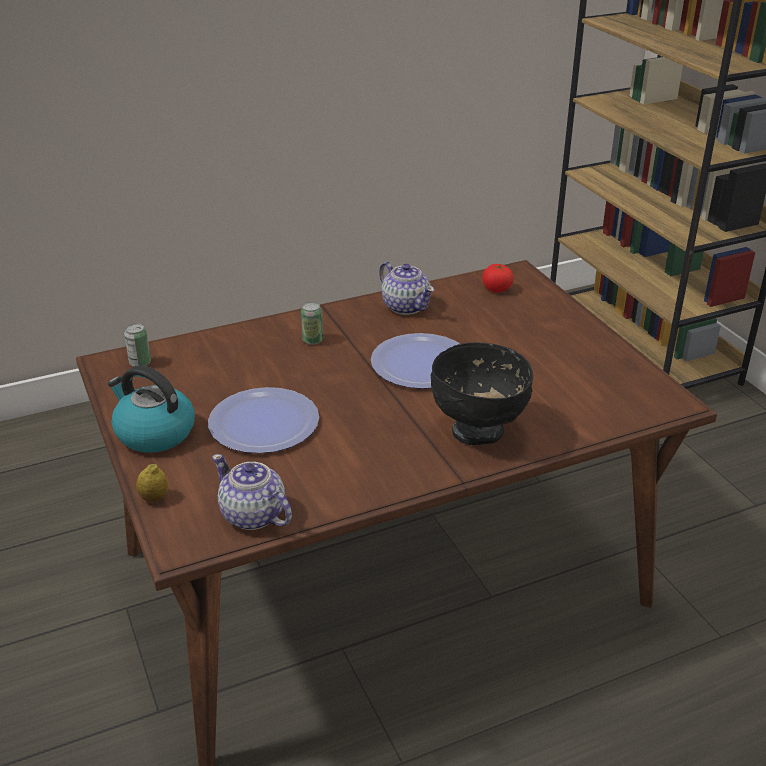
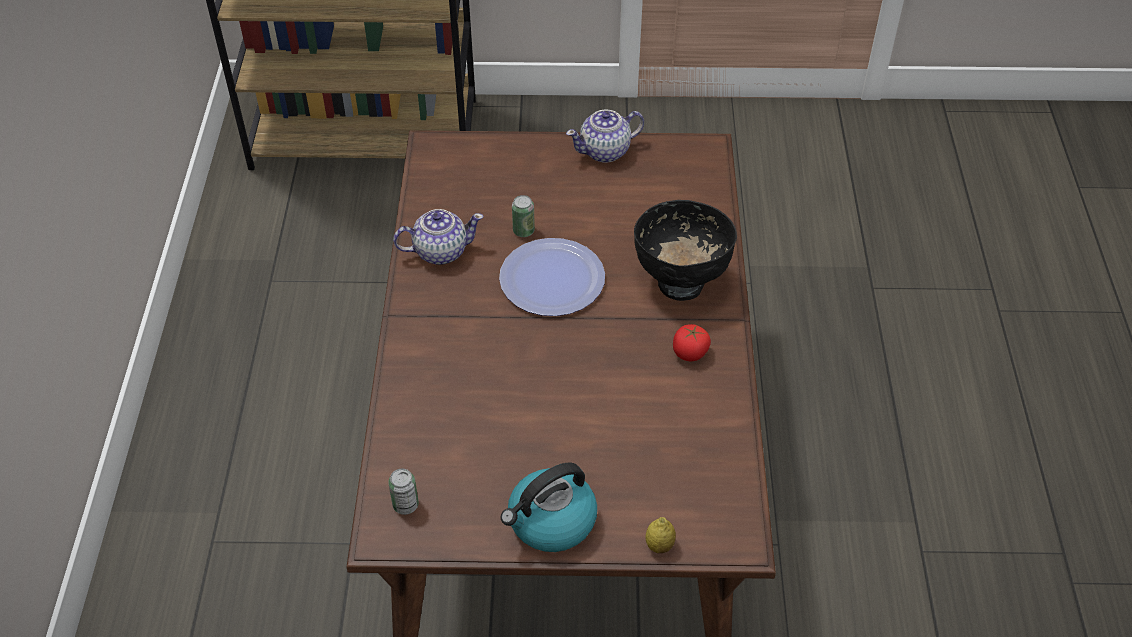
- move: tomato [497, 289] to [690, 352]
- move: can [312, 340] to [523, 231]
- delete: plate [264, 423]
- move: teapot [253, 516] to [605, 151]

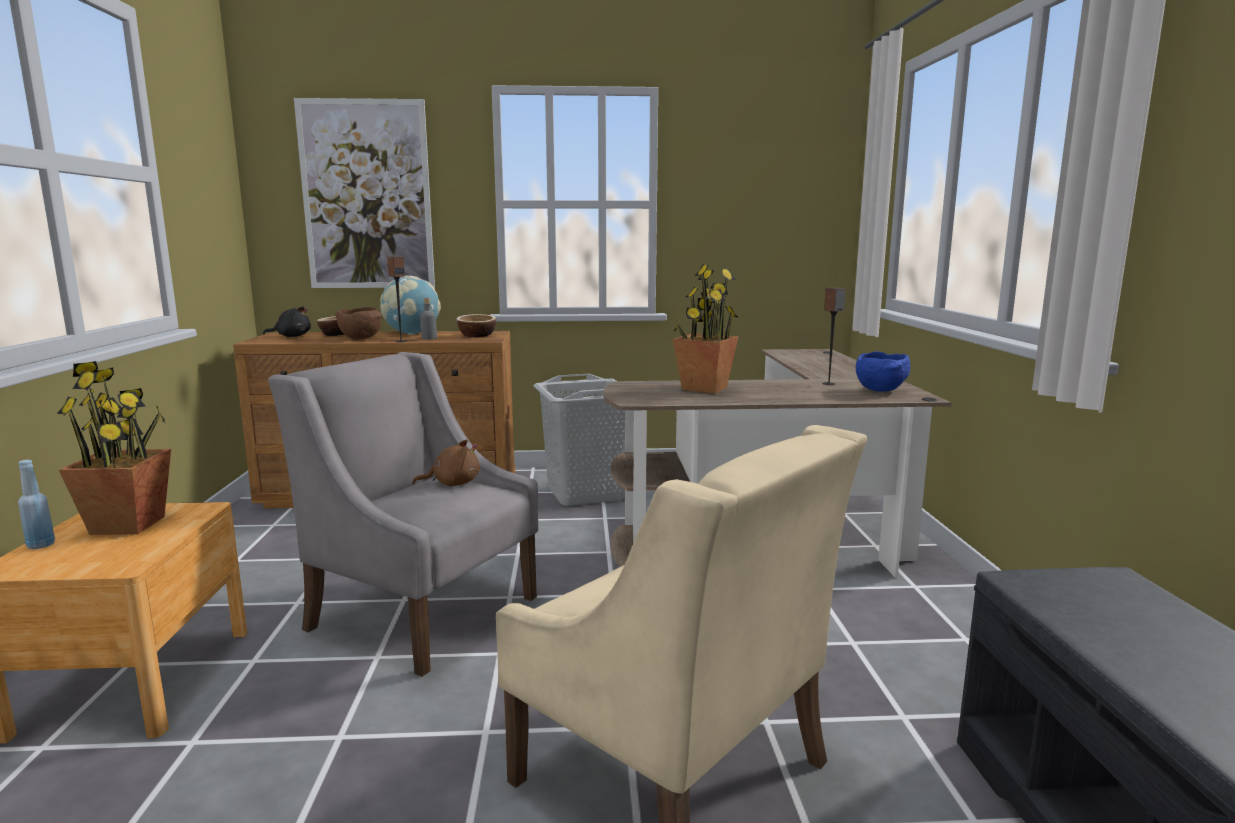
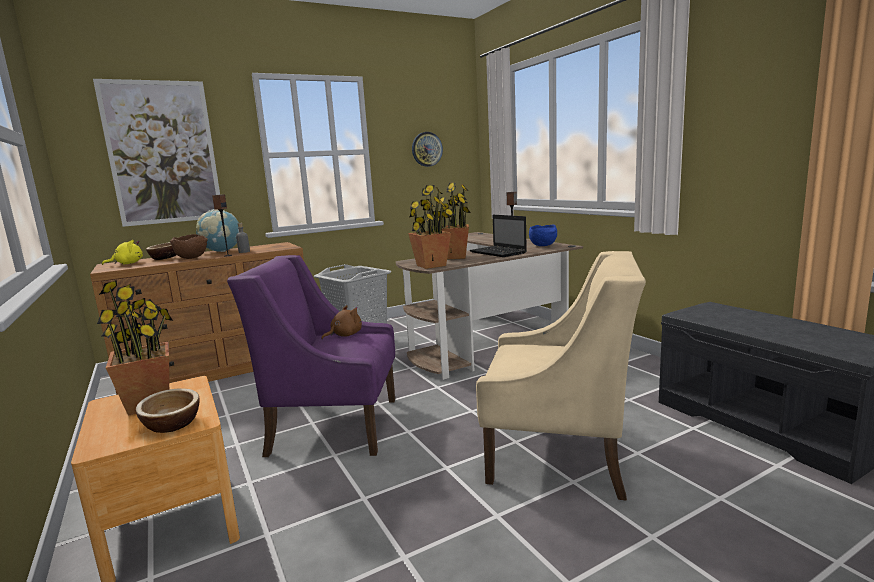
- recolor: black plush toy [291, 336] to yellow plush toy [127, 264]
- move: bowl [477, 335] to [172, 424]
- recolor: grey armchair [422, 611] to purple armchair [333, 425]
- delete: blue bottle [40, 545]
- insert: wall clock [426, 149]
- insert: potted plant [430, 265]
- insert: laptop [499, 252]

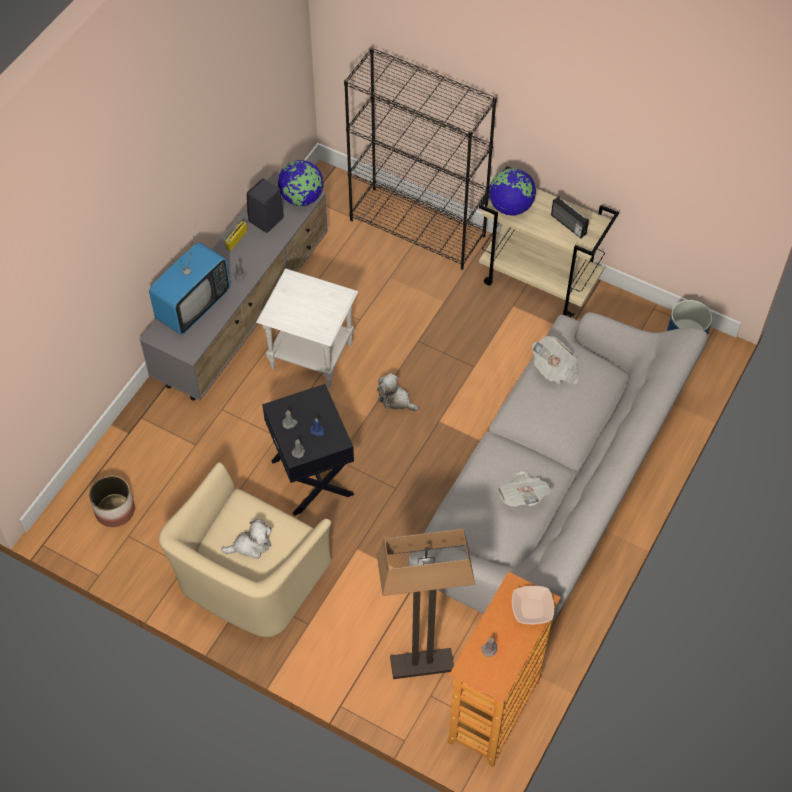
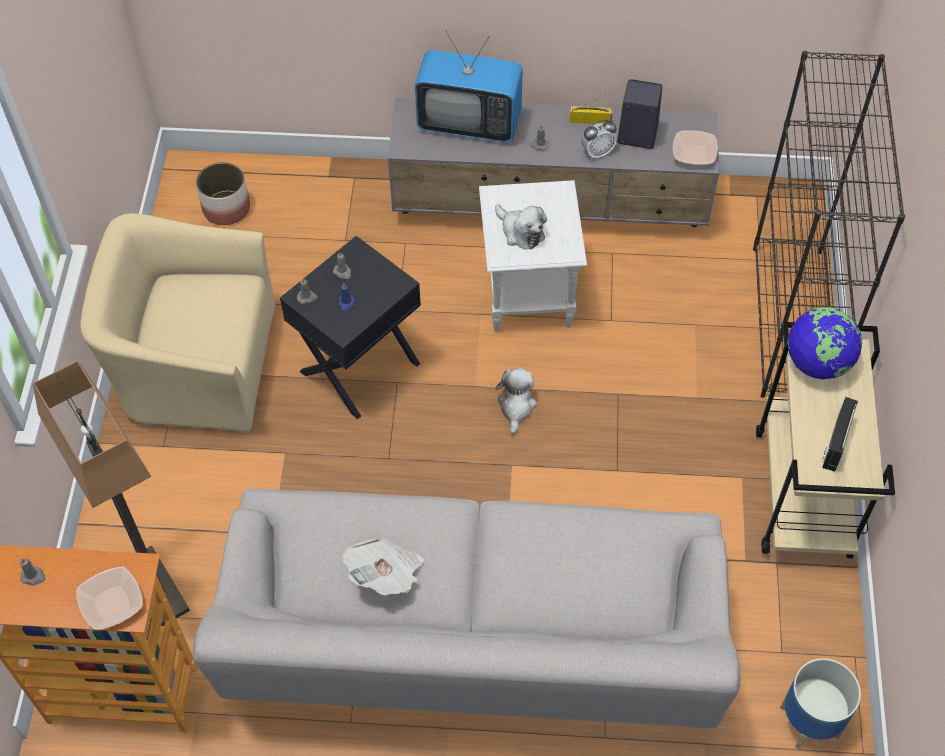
- replace: globe [302, 198] to bowl [694, 154]
- delete: newspaper [555, 369]
- move: plush toy [251, 545] to [520, 232]
- insert: alarm clock [597, 152]

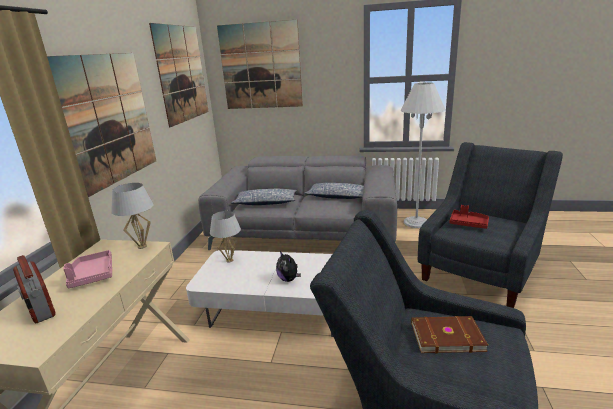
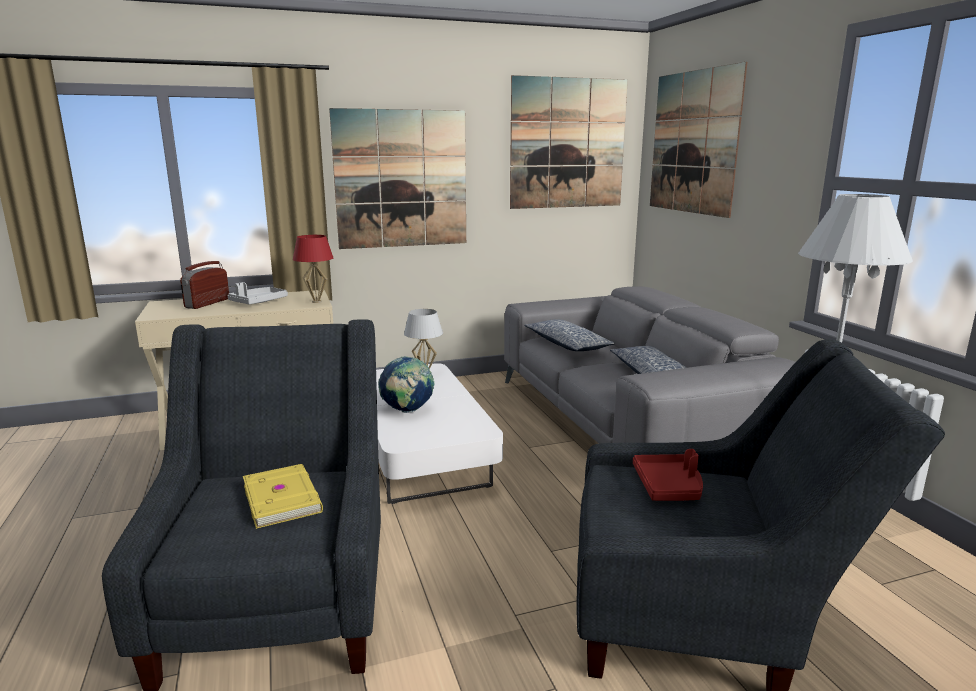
- recolor: white table lamp [142, 246] to red table lamp [316, 301]
- recolor: pink tray [92, 275] to grey tray [258, 302]
- replace: plush toy [289, 279] to globe [407, 411]
- recolor: brown book [446, 335] to yellow book [283, 498]

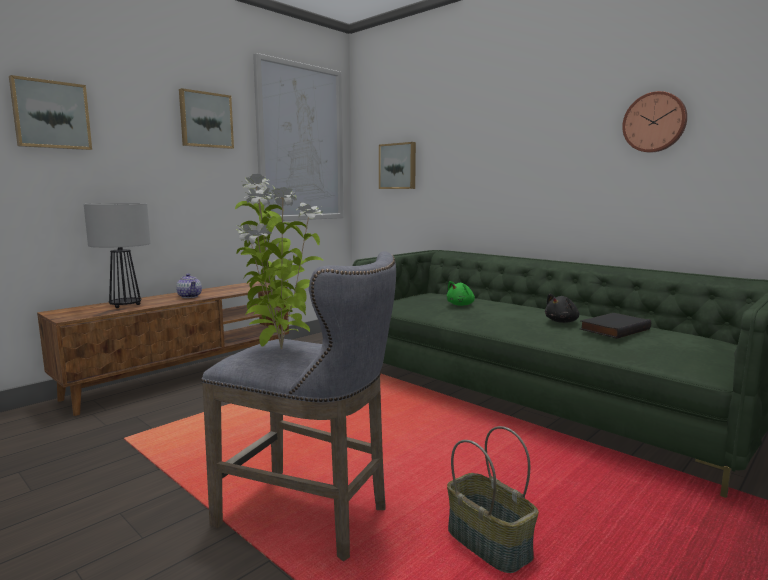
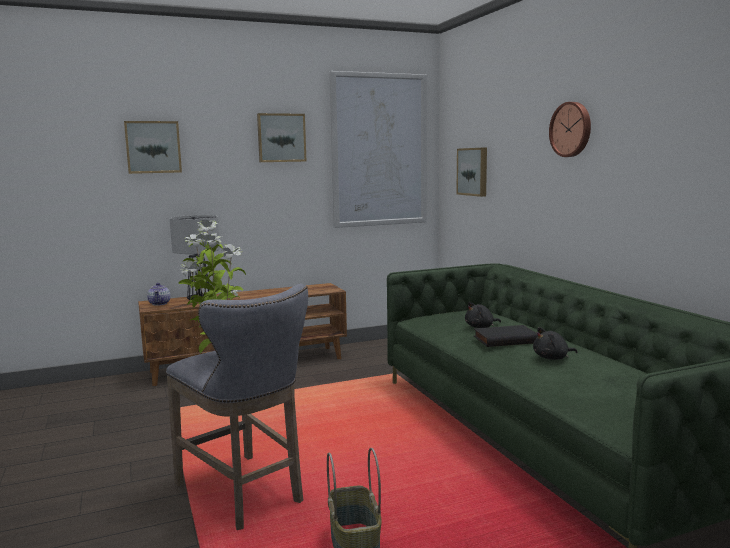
- move: wall clock [654, 122] to [571, 129]
- move: teapot [189, 296] to [160, 303]
- recolor: green plush toy [461, 305] to black plush toy [481, 327]
- move: black book [613, 329] to [505, 339]

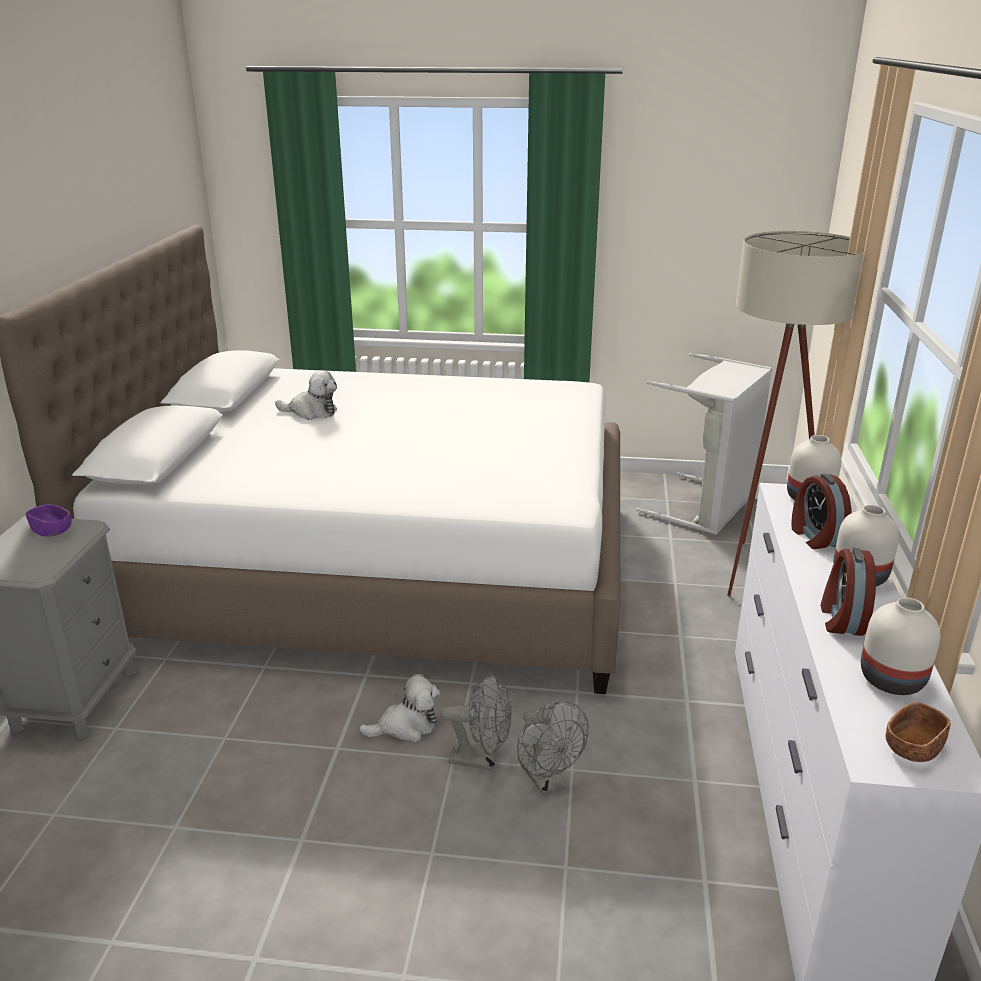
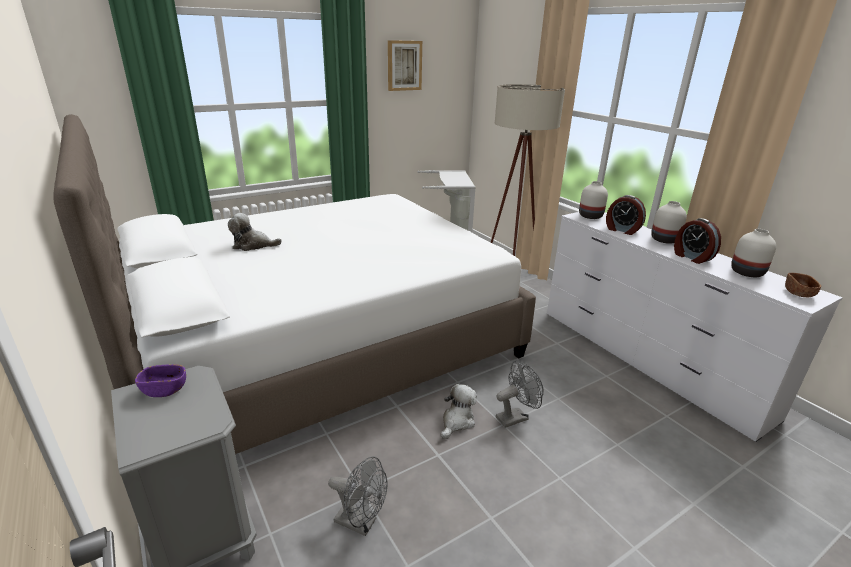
- rotate: plush toy [311, 412] = [253, 245] 150 degrees counterclockwise
- move: grey fan [547, 781] to [361, 523]
- insert: picture [404, 65]

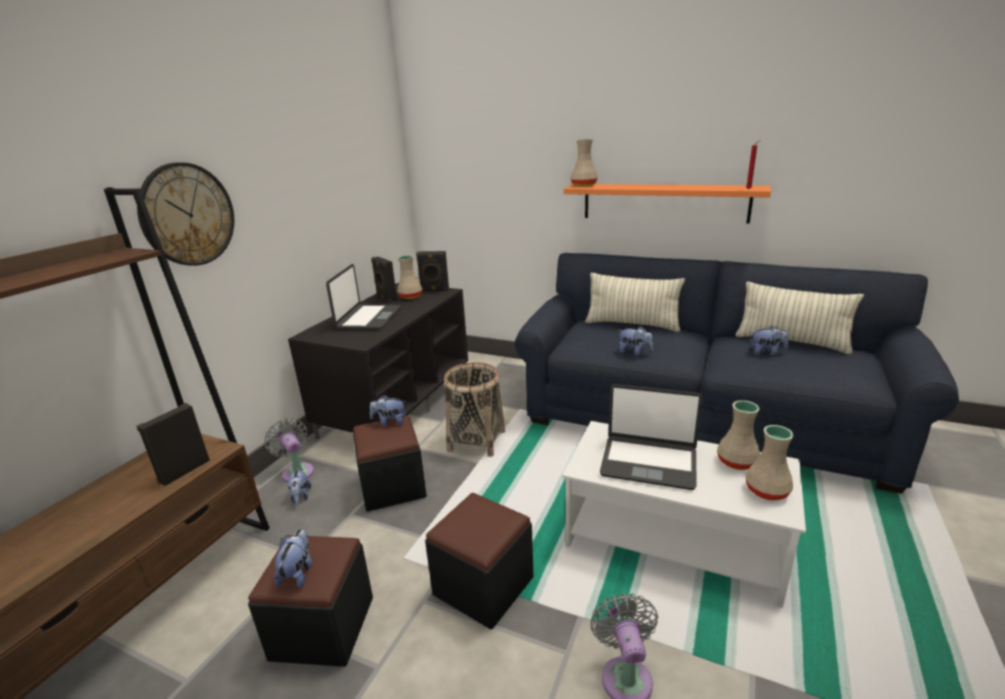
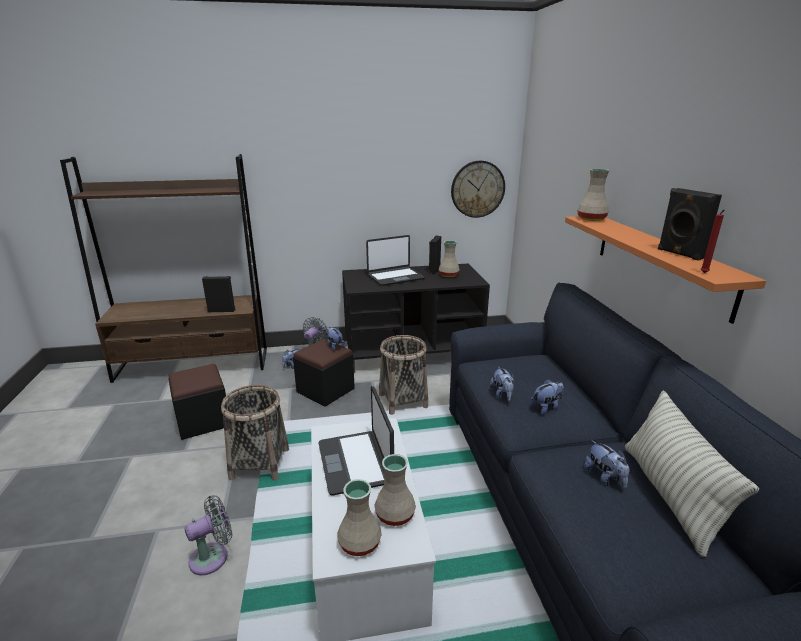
- move: wall clock [187, 215] to [477, 189]
- move: black speaker [434, 290] to [679, 254]
- delete: pillow [632, 324]
- replace: black ottoman [483, 586] to basket [260, 463]
- move: plush toy [298, 572] to [546, 407]

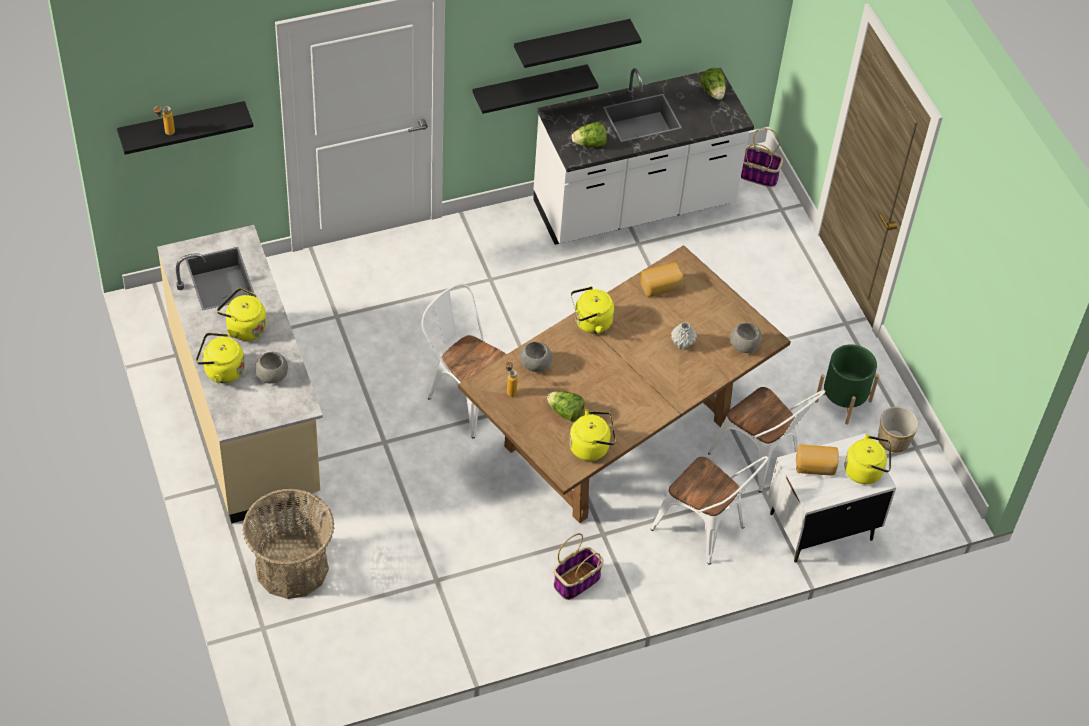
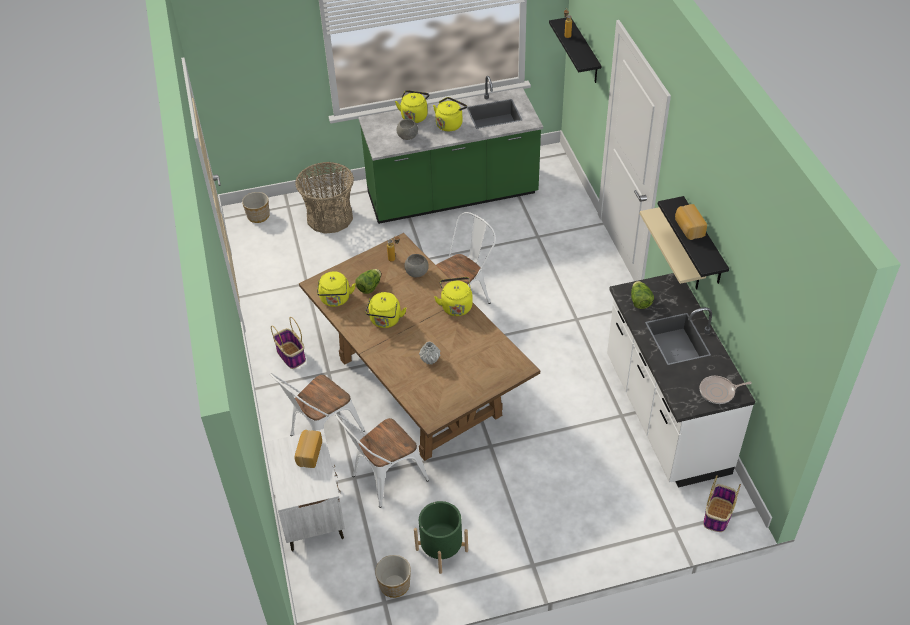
- recolor: black shelf [529, 89] to beige shelf [682, 250]
- replace: lettuce [713, 92] to frying pan [719, 392]
- recolor: beige counter [246, 415] to green counter [452, 196]
- move: bread [661, 287] to [688, 228]
- delete: grey bowl [744, 345]
- move: yellow kettle [865, 471] to [385, 321]
- insert: planter [258, 216]

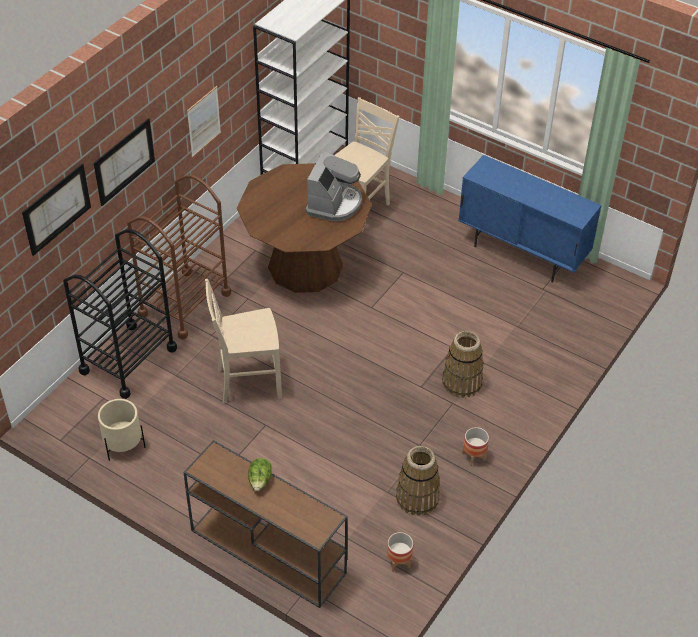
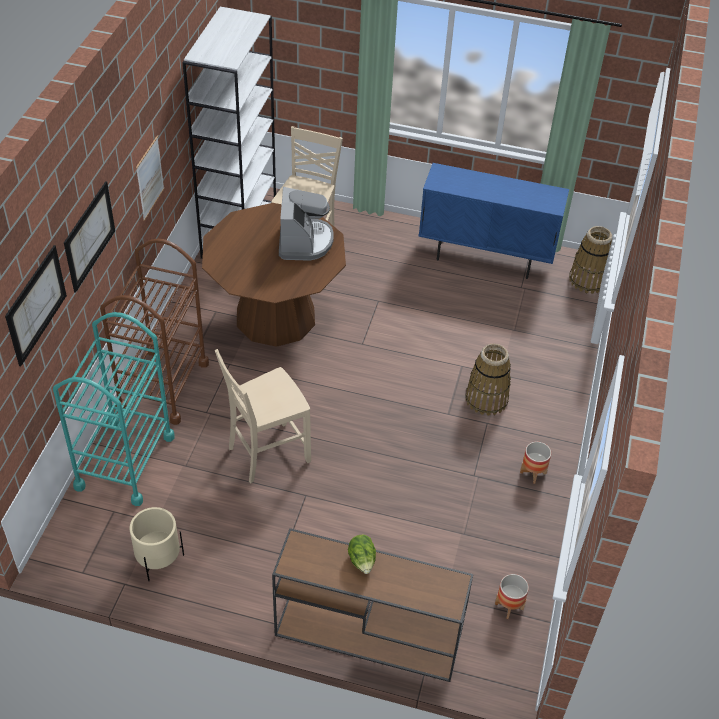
- recolor: black cart [128, 360] to turquoise cart [125, 462]
- move: basket [417, 497] to [588, 280]

